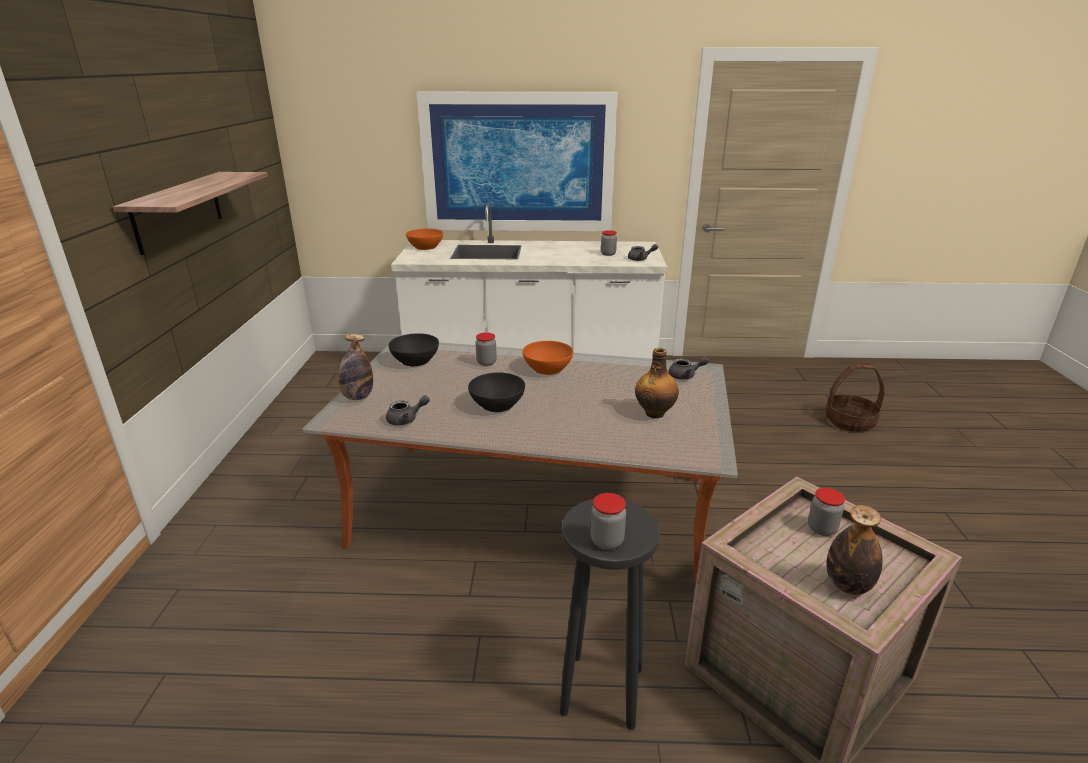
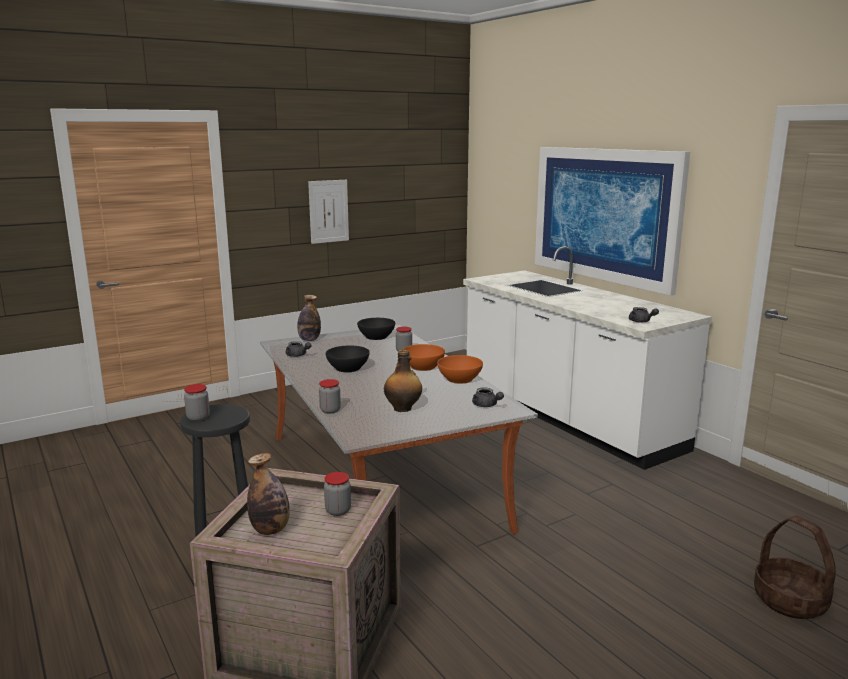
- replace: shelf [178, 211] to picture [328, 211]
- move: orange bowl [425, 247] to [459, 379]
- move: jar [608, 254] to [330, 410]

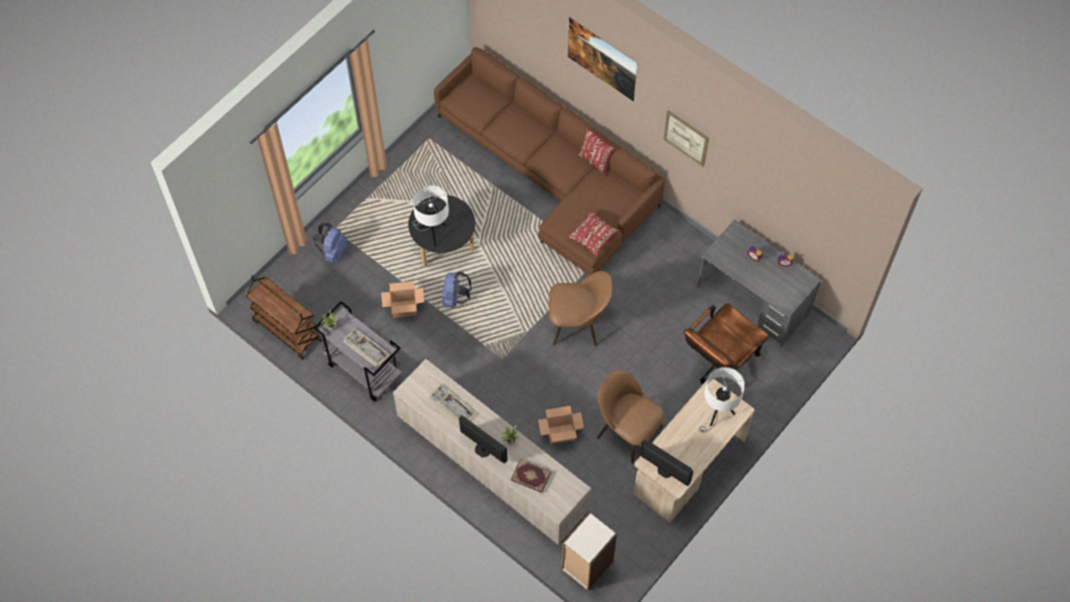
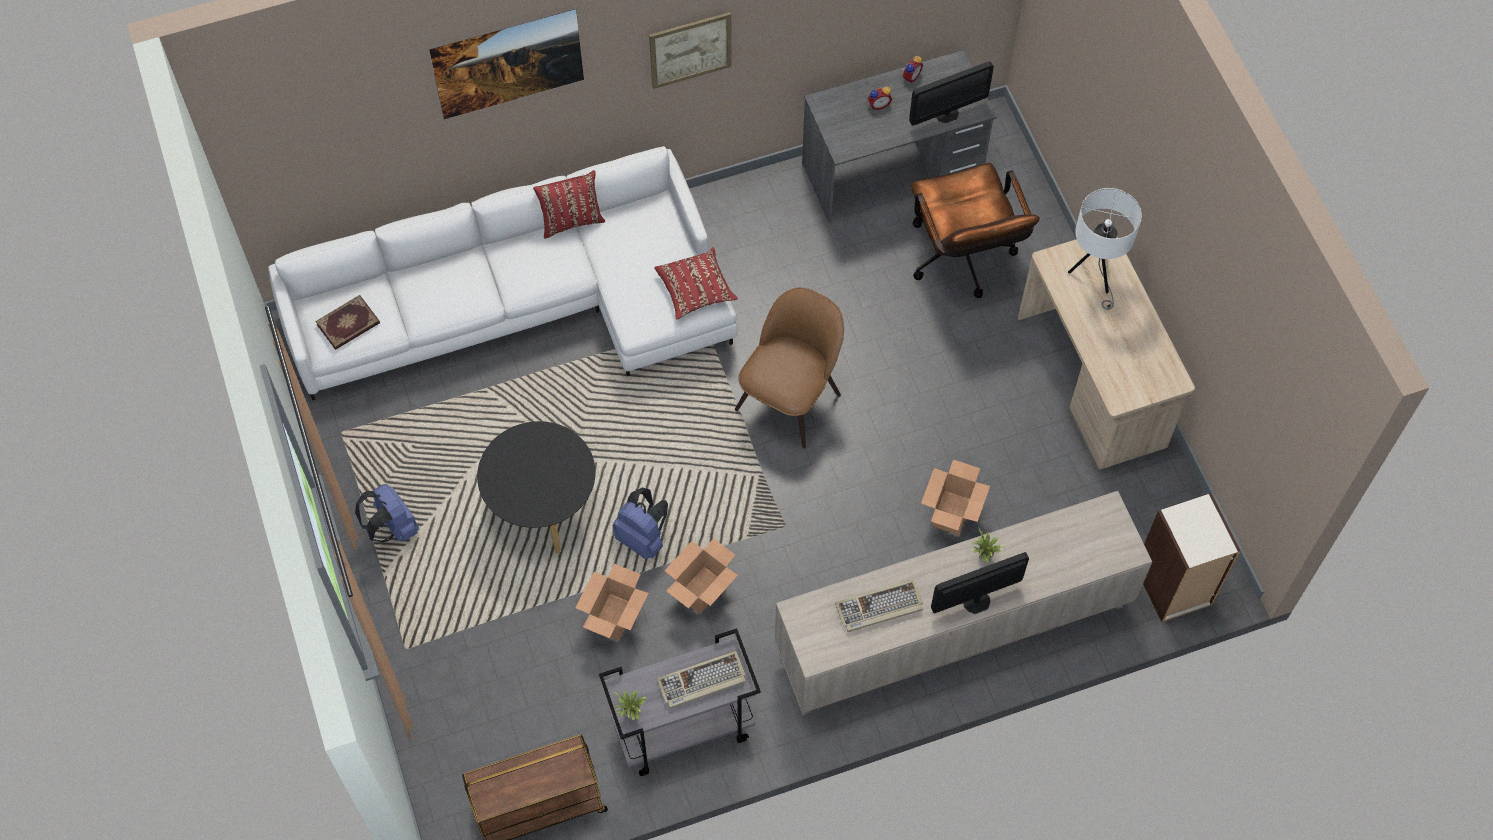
- recolor: brown sofa [551, 175] to white sofa [525, 304]
- delete: white table lamp [432, 232]
- move: blue backpack [333, 251] to [392, 527]
- delete: brown chair [627, 430]
- move: monitor [665, 470] to [946, 113]
- move: book [530, 477] to [349, 324]
- insert: cardboard box [701, 590]

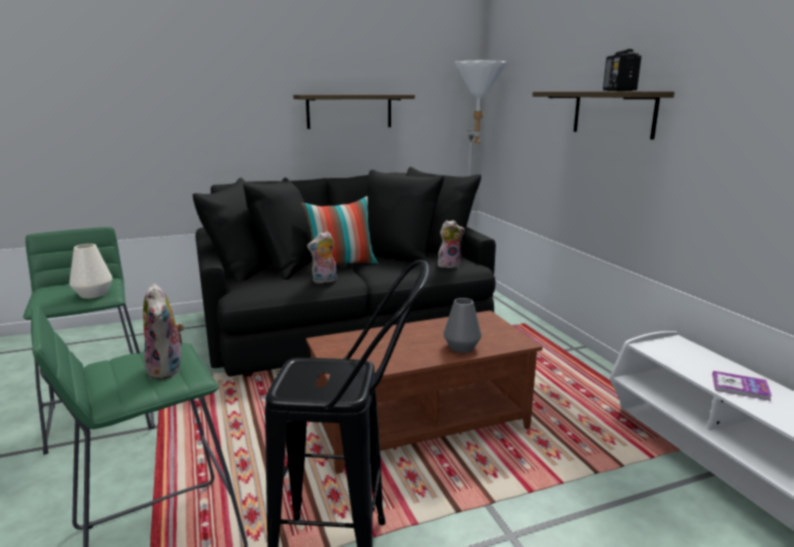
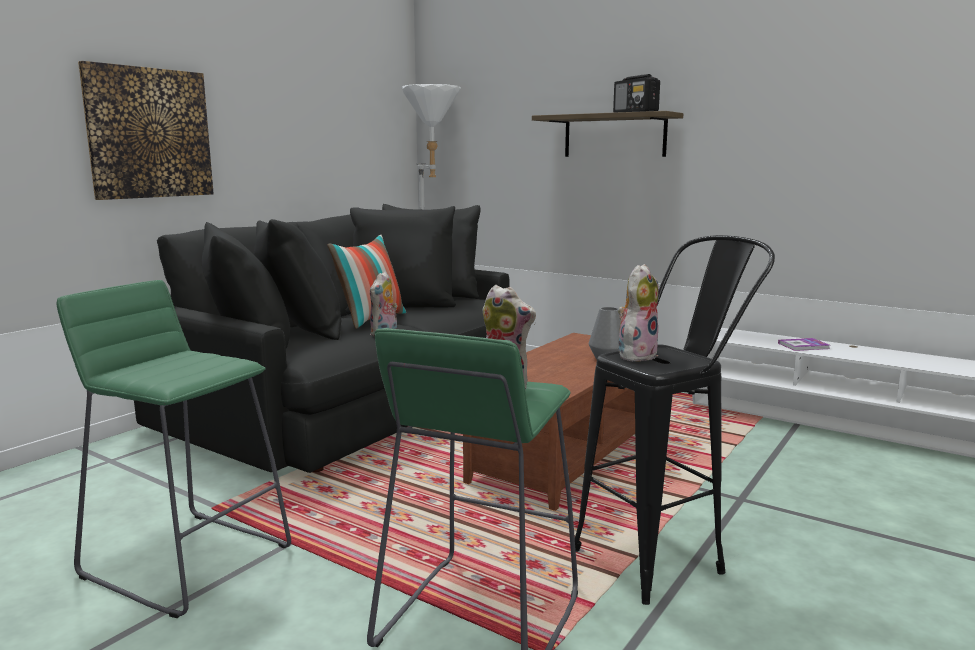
- delete: shelf [349, 111]
- move: plush toy [449, 265] to [636, 355]
- delete: white vase [94, 294]
- insert: picture [149, 133]

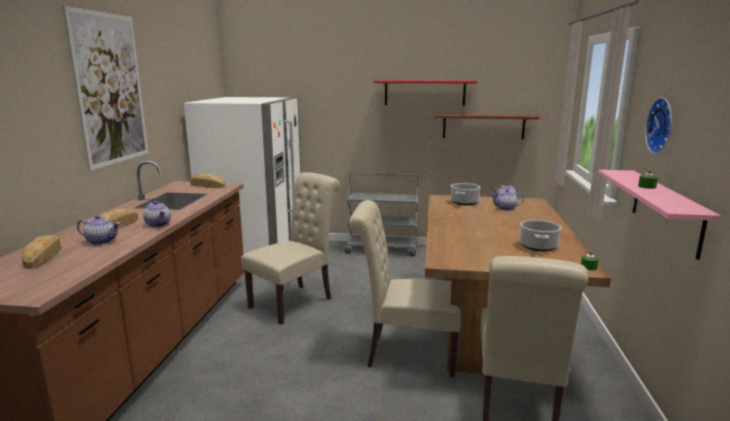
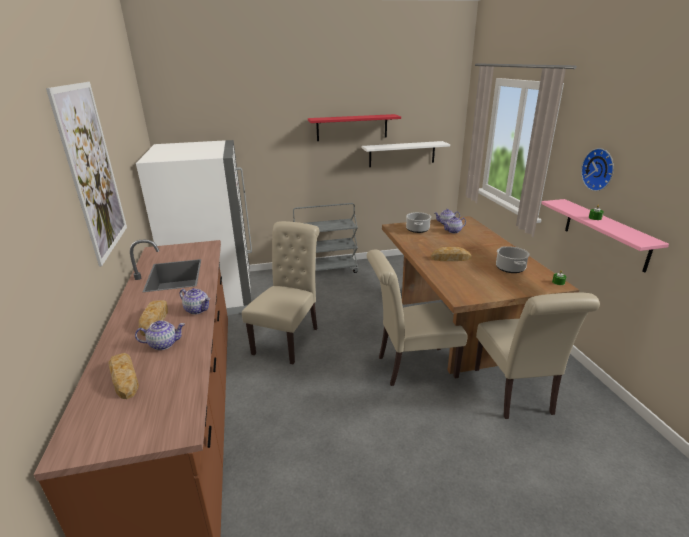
- recolor: brown shelf [483, 126] to white shelf [402, 154]
- move: bread [207, 185] to [451, 258]

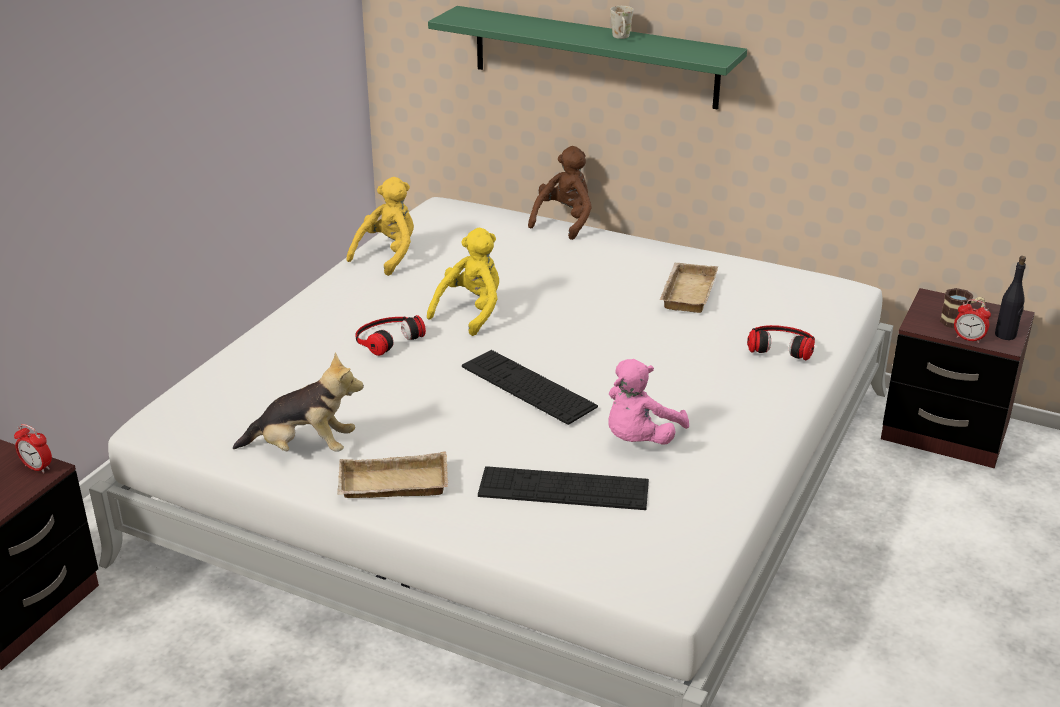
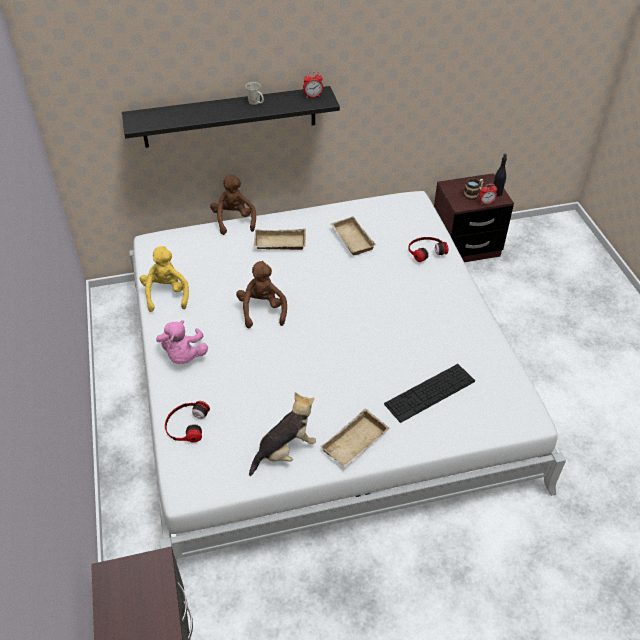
- recolor: green shelf [594, 57] to black shelf [230, 117]
- recolor: yellow plush toy [471, 312] to brown plush toy [262, 310]
- move: headphones [387, 338] to [186, 424]
- delete: keyboard [528, 386]
- move: pink plush toy [639, 439] to [184, 356]
- move: alarm clock [37, 467] to [313, 96]
- insert: beige tray [279, 244]

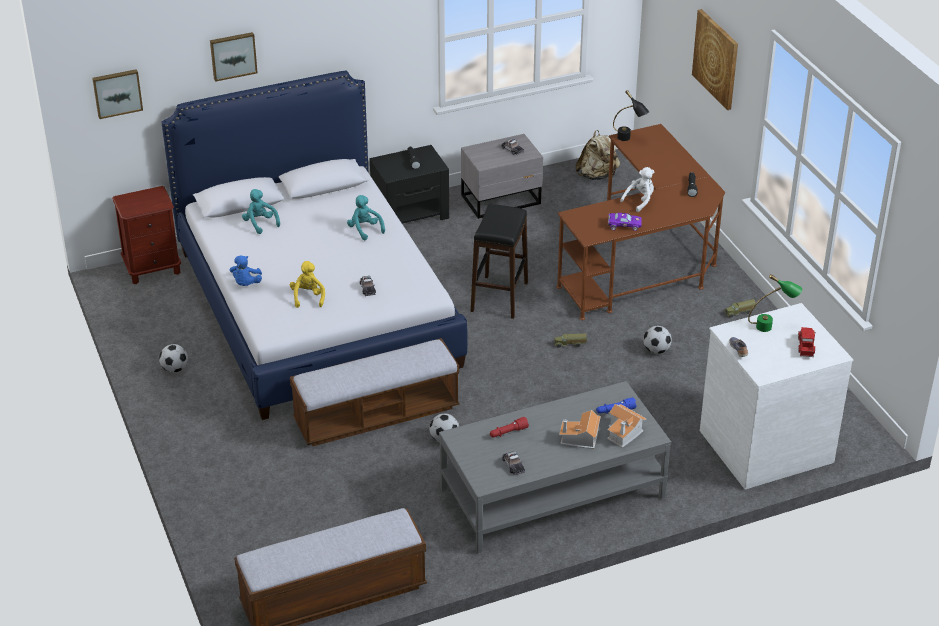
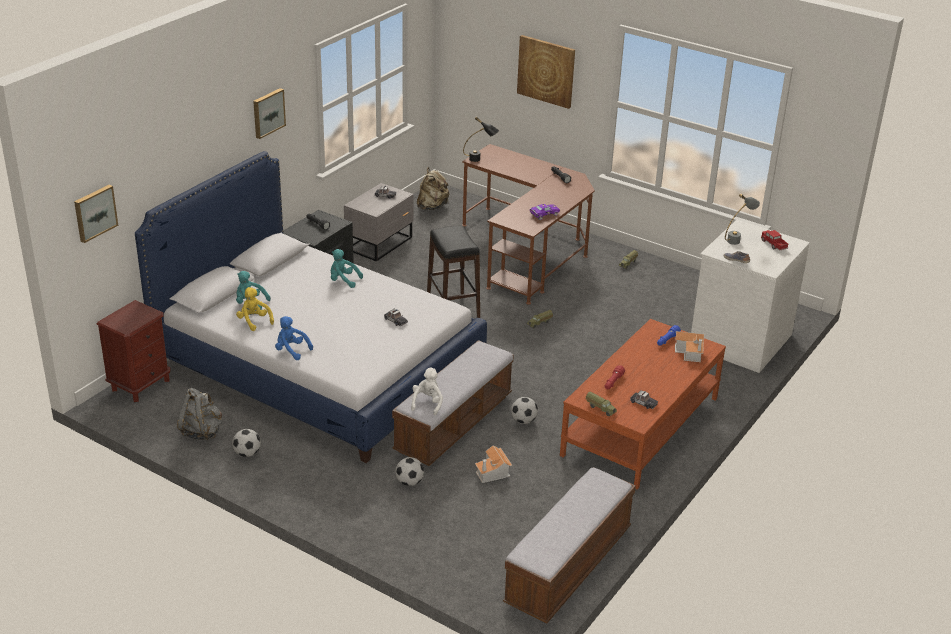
- move: picture [233, 55] to [268, 112]
- move: white plush toy [640, 201] to [427, 403]
- rotate: blue plush toy [246, 284] = [291, 350] 150 degrees clockwise
- move: yellow plush toy [308, 297] to [254, 321]
- recolor: green table lamp [771, 327] to grey table lamp [738, 239]
- move: football [656, 350] to [409, 482]
- recolor: grey coffee table [553, 492] to brown coffee table [641, 426]
- move: toy house [580, 438] to [493, 472]
- insert: grey backpack [202, 432]
- insert: toy truck [600, 408]

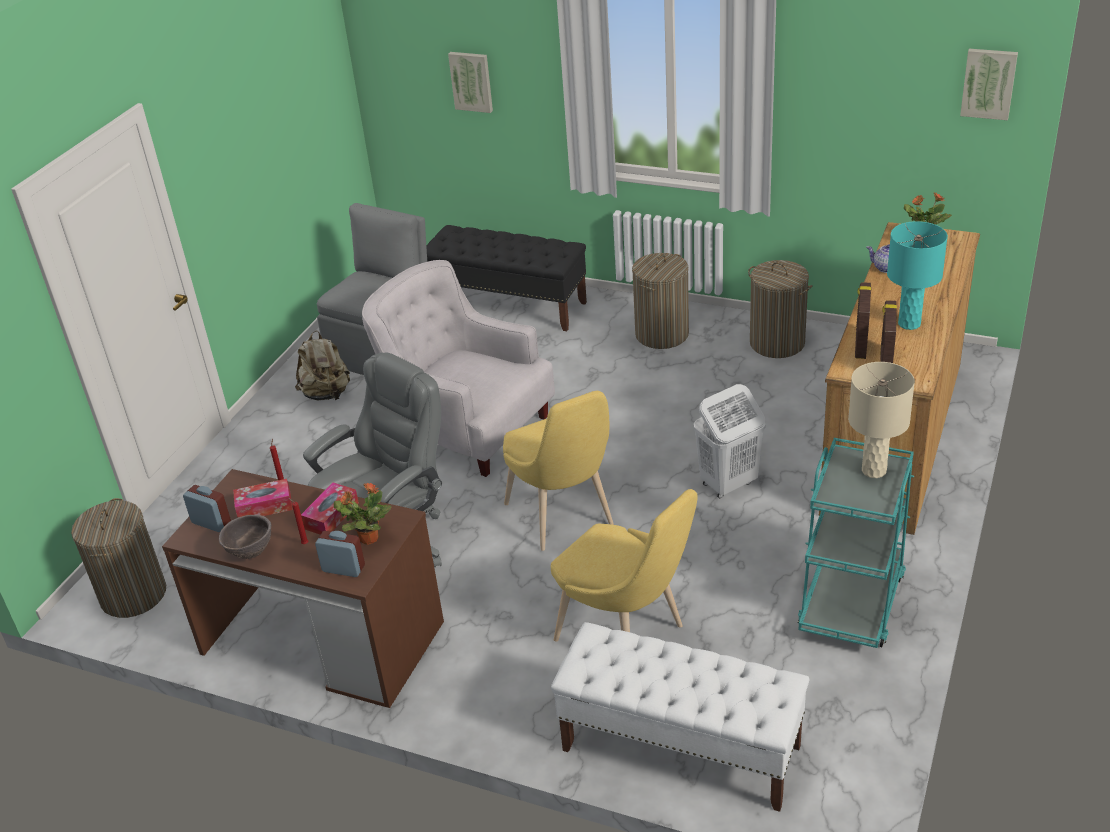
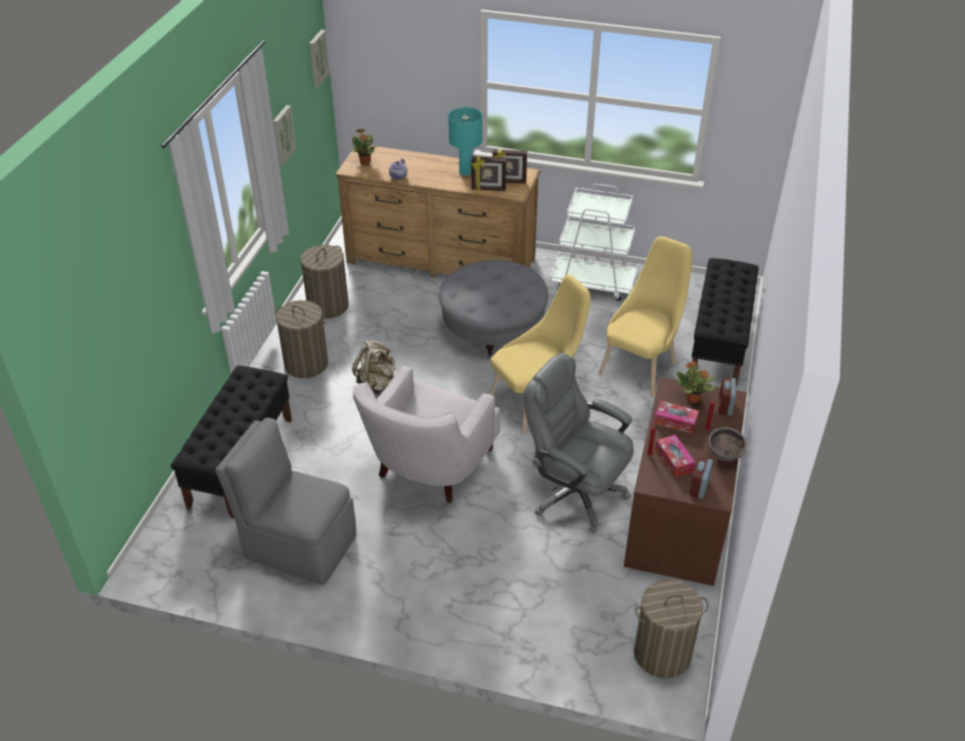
- move: picture [471, 81] to [282, 134]
- move: beige backpack [327, 394] to [377, 384]
- delete: beige table lamp [874, 471]
- replace: white laundry basket [728, 484] to grey ottoman [493, 328]
- recolor: turquoise cart [851, 601] to white cart [593, 282]
- recolor: white bench [680, 748] to black bench [719, 343]

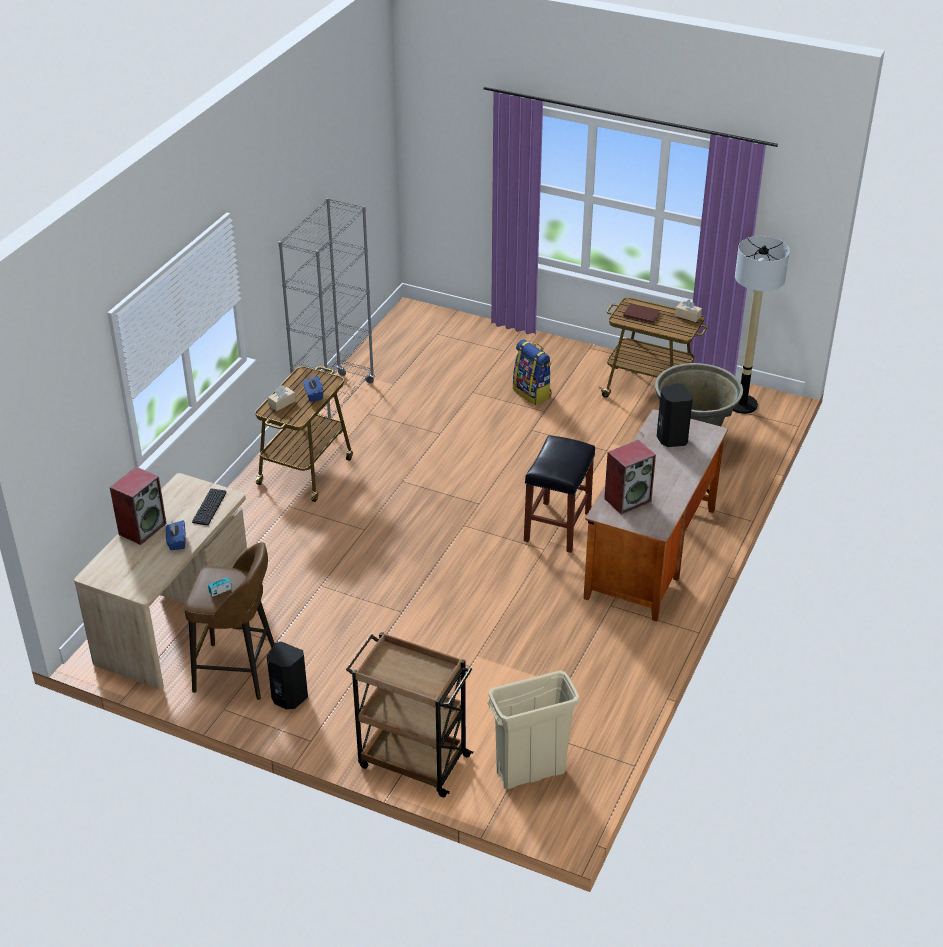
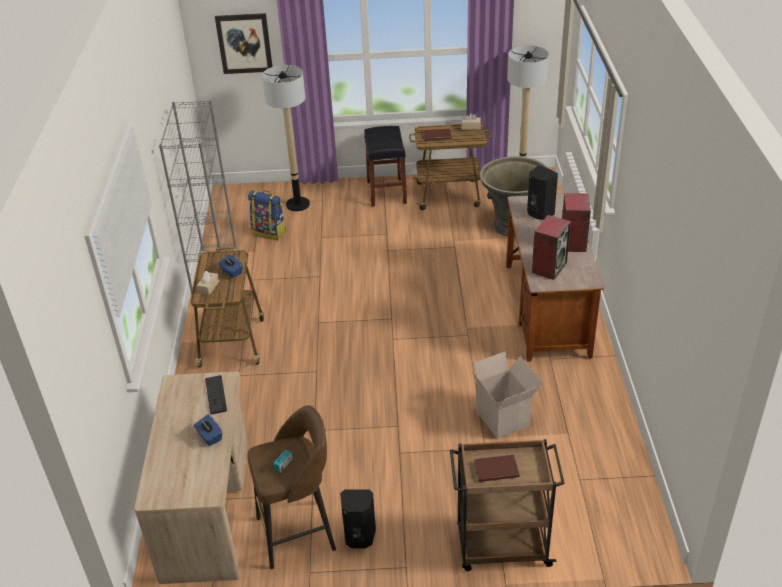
- move: backpack [532, 393] to [269, 232]
- move: black stool [557, 526] to [386, 192]
- move: speaker [142, 528] to [572, 242]
- delete: beige trash can [530, 773]
- insert: picture [244, 43]
- insert: floor lamp [298, 204]
- insert: cardboard box [504, 418]
- insert: brown book [495, 469]

